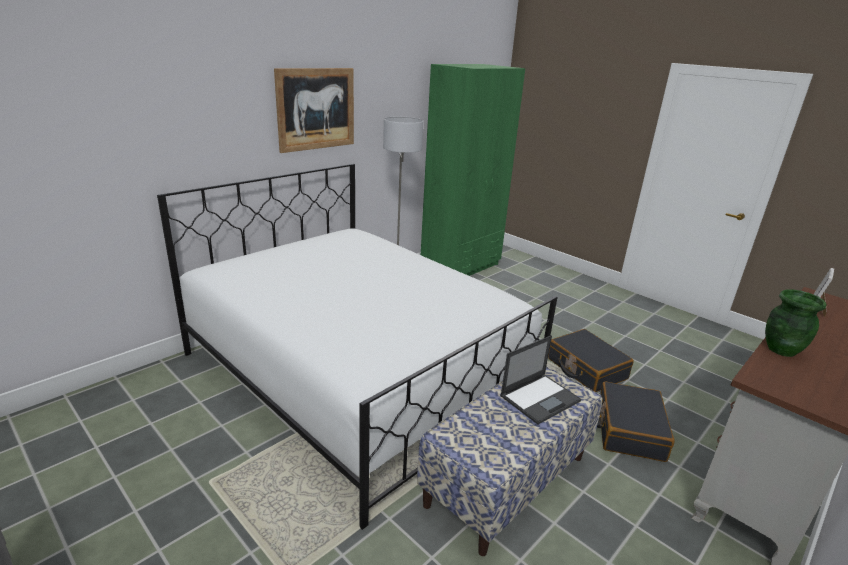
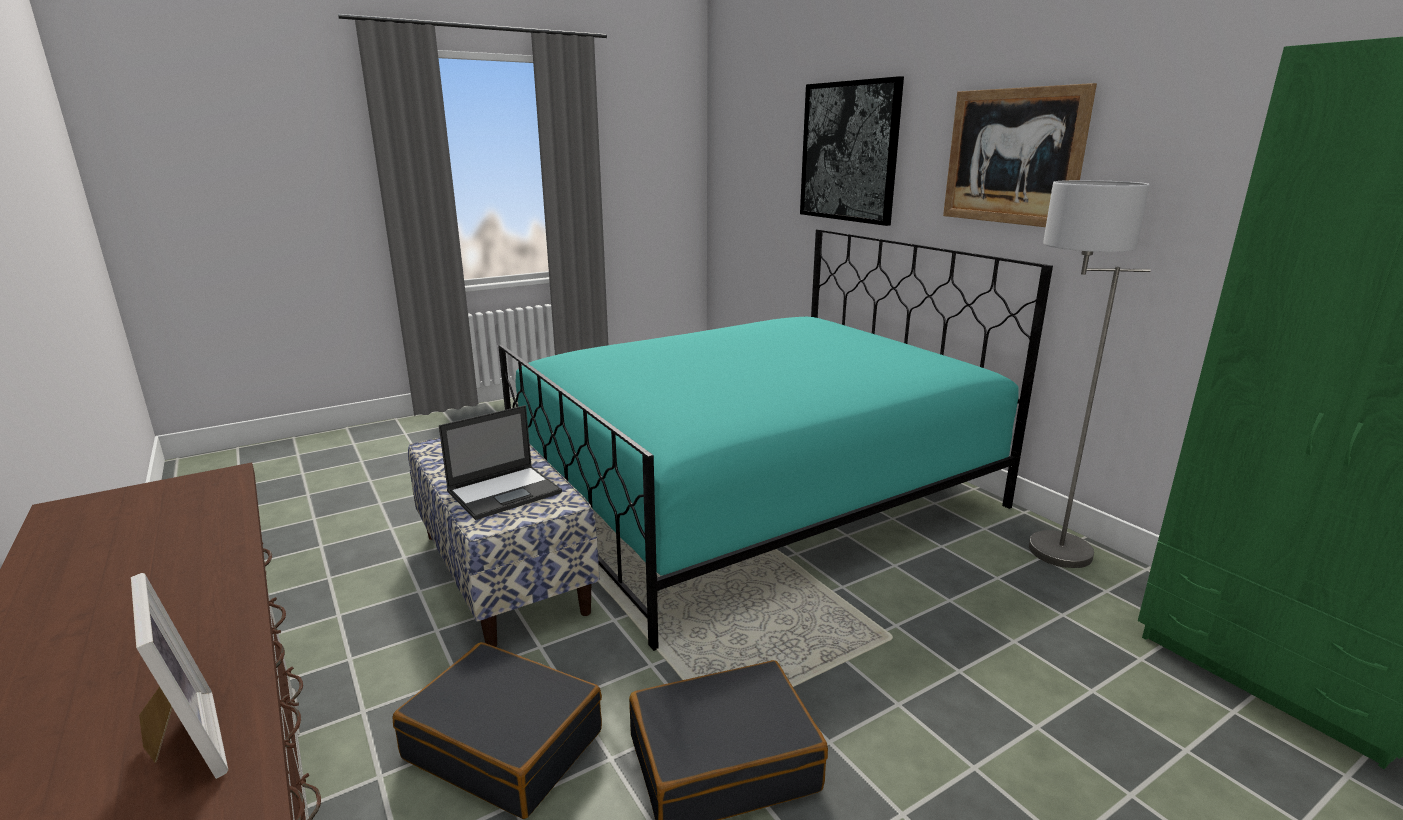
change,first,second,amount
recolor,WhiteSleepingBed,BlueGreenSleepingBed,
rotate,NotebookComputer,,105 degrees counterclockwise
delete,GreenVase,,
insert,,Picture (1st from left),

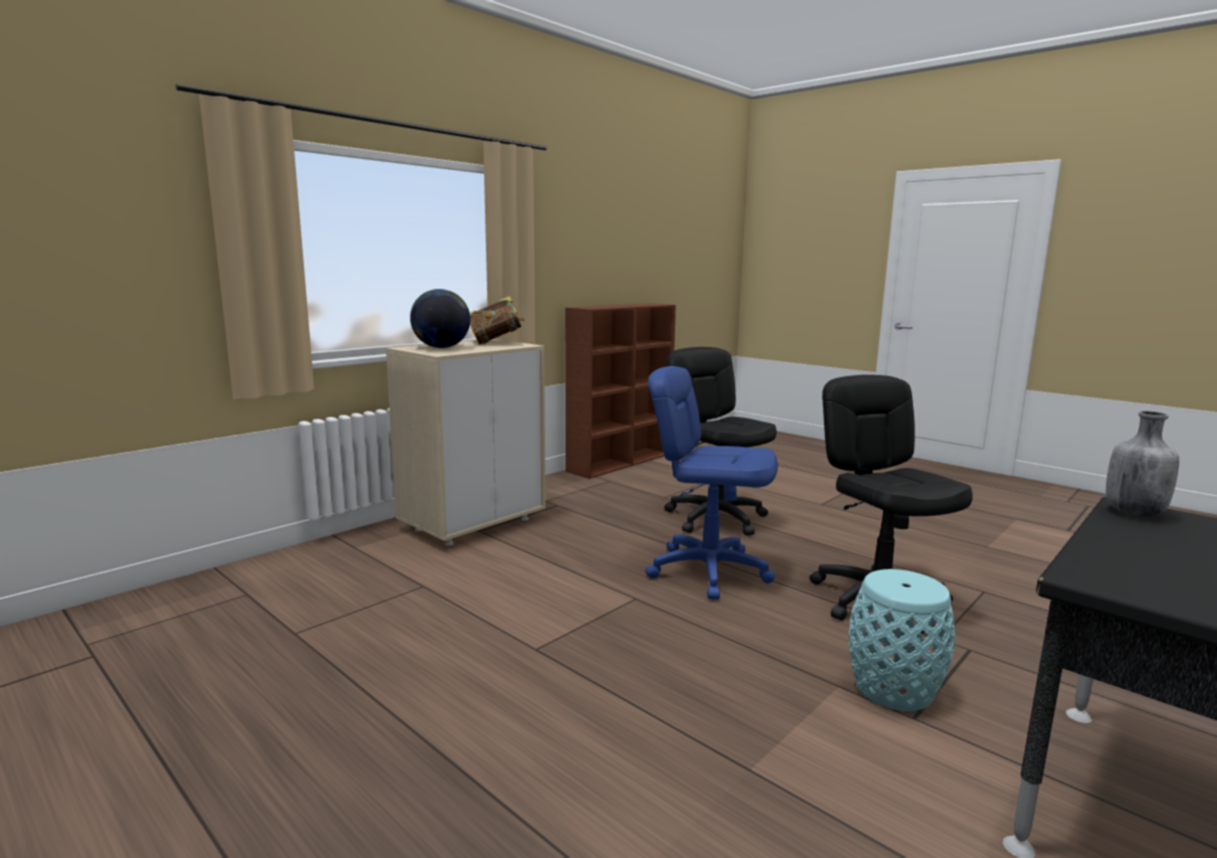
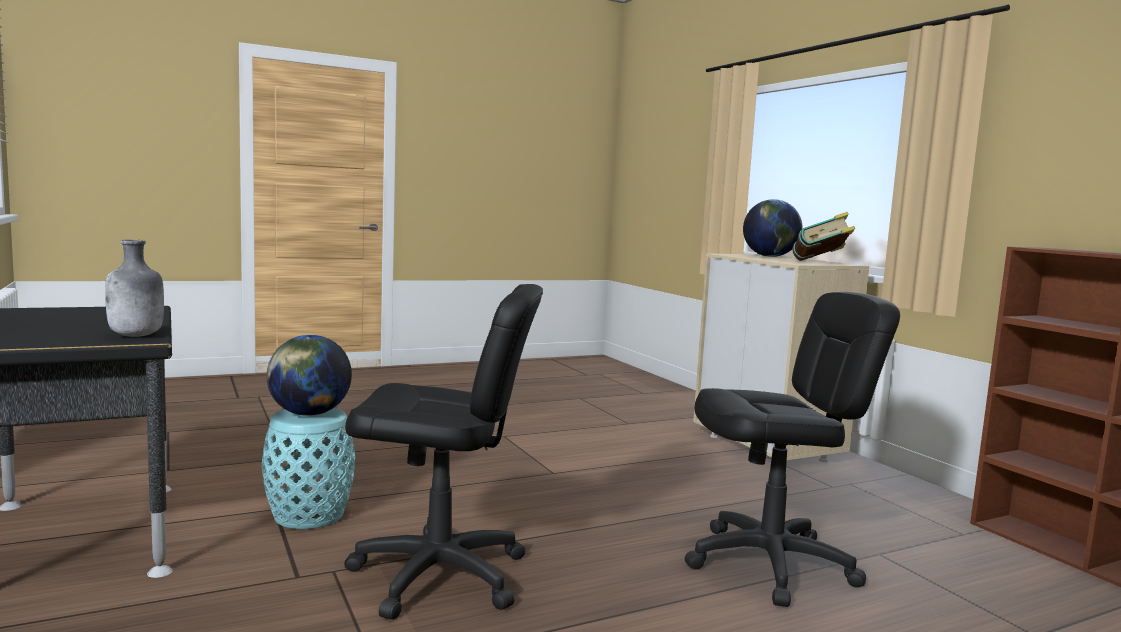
change,first,second,amount
delete,BlueColouredOfficeChair,,
insert,,Globe (1st from left),

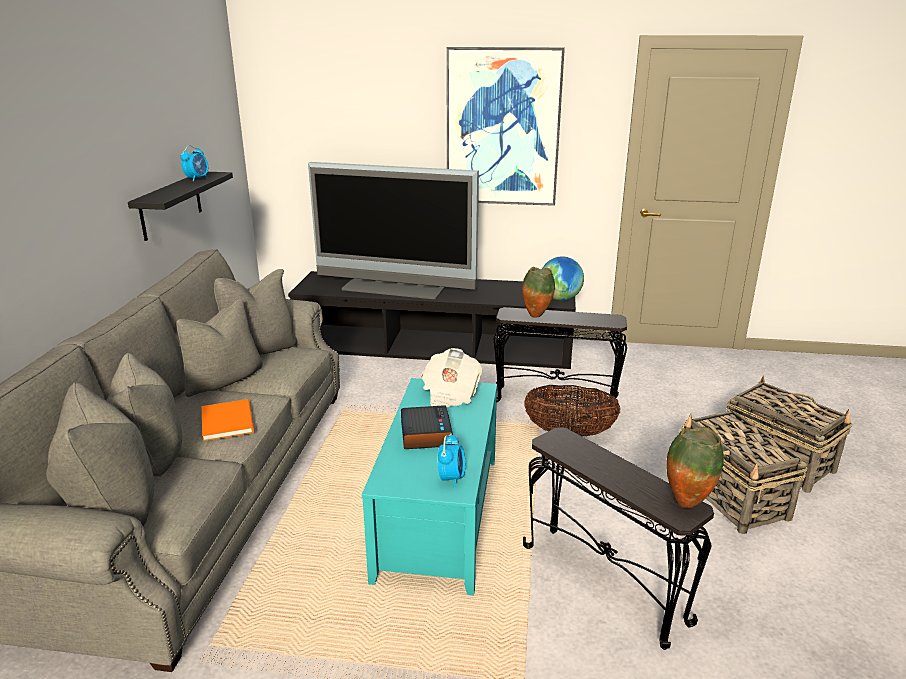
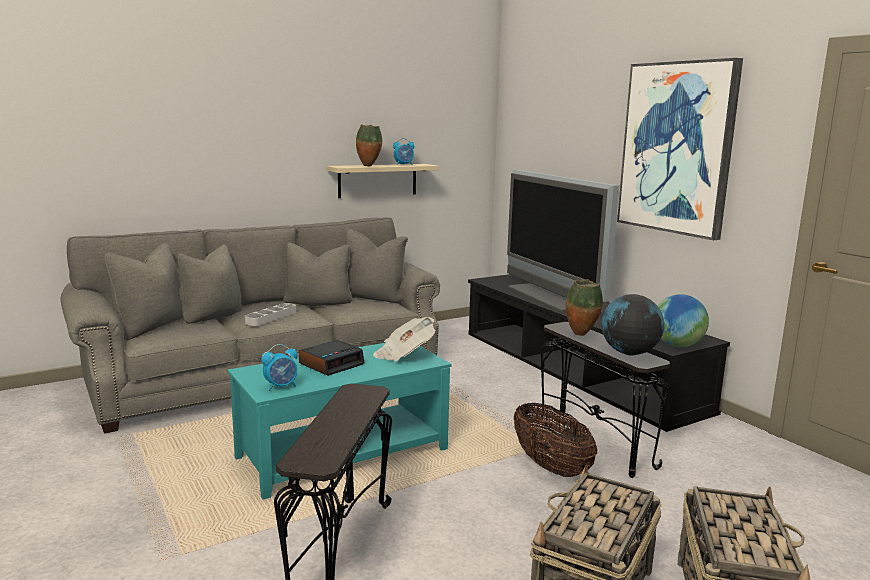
change,first,second,amount
recolor,BlackishShelf,BeigeShelf,
replace,OrangeBoundBook,GreyTray,
move,Vase (2nd from left in the first image),Vase (1st from left),
insert,,Globe (1st from left),

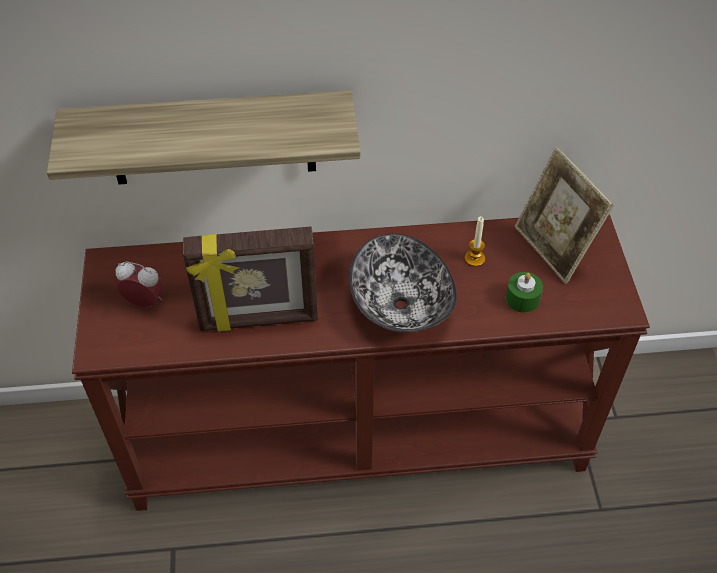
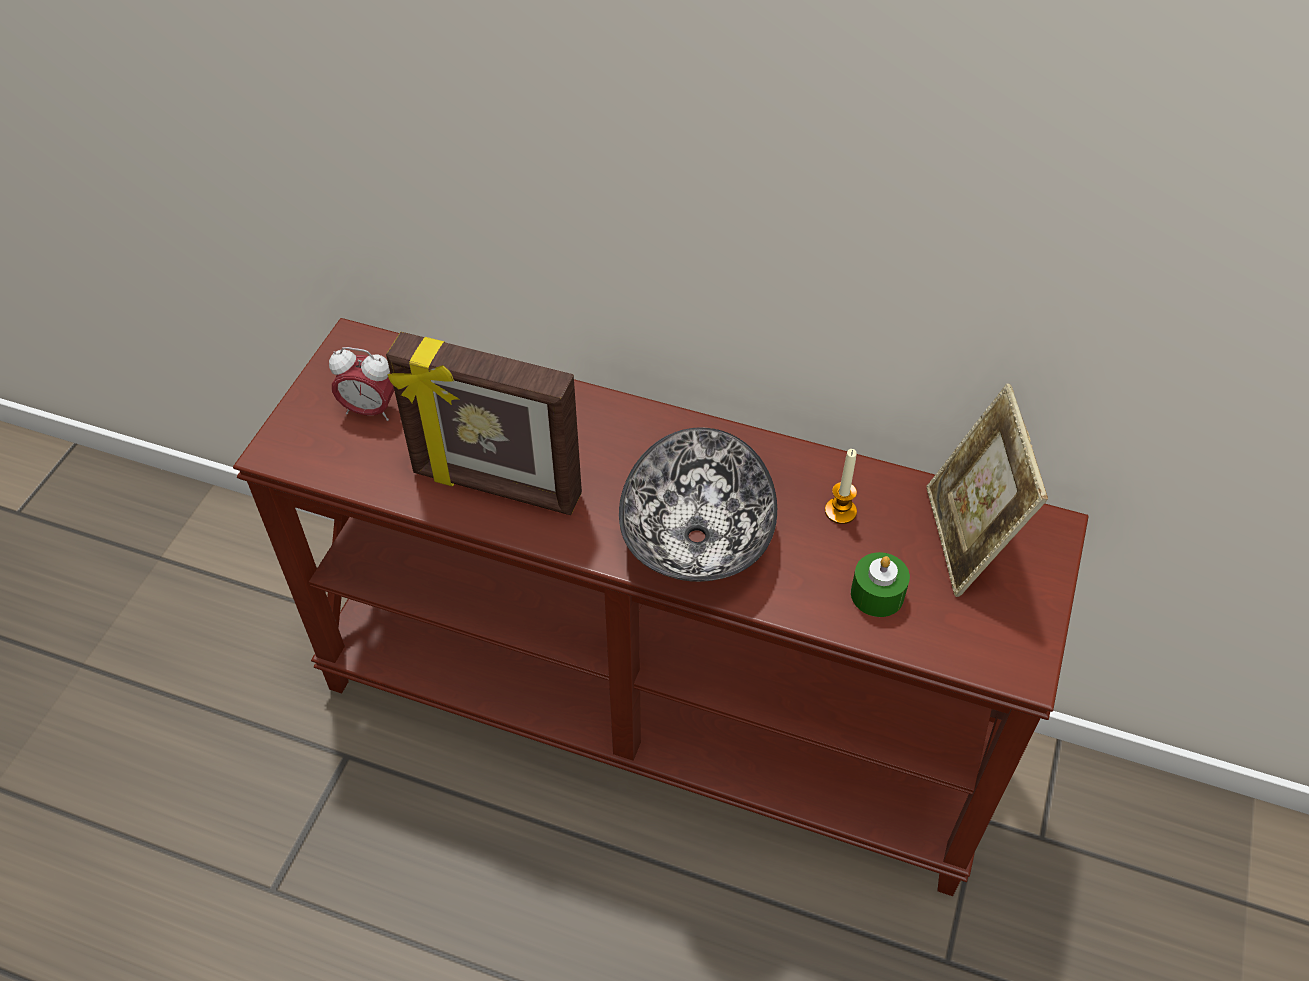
change,first,second,amount
delete,Shelf,,
rotate,TableClock,,150 degrees clockwise

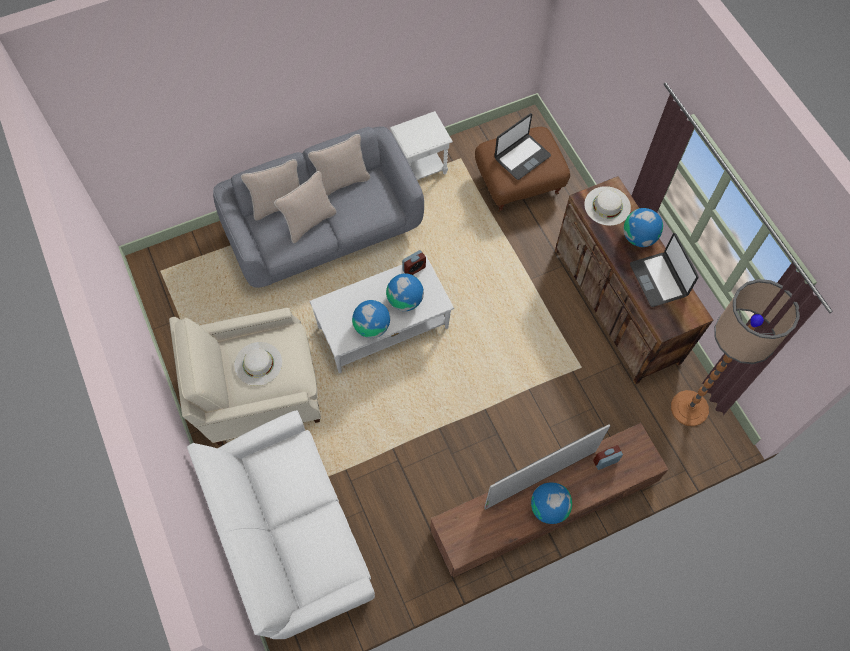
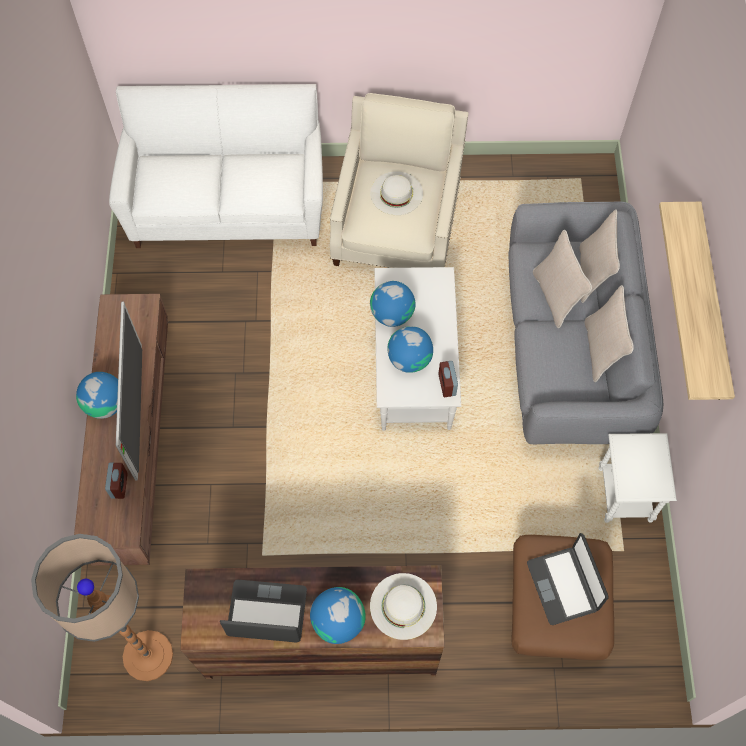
change,first,second,amount
insert,,Shelf,

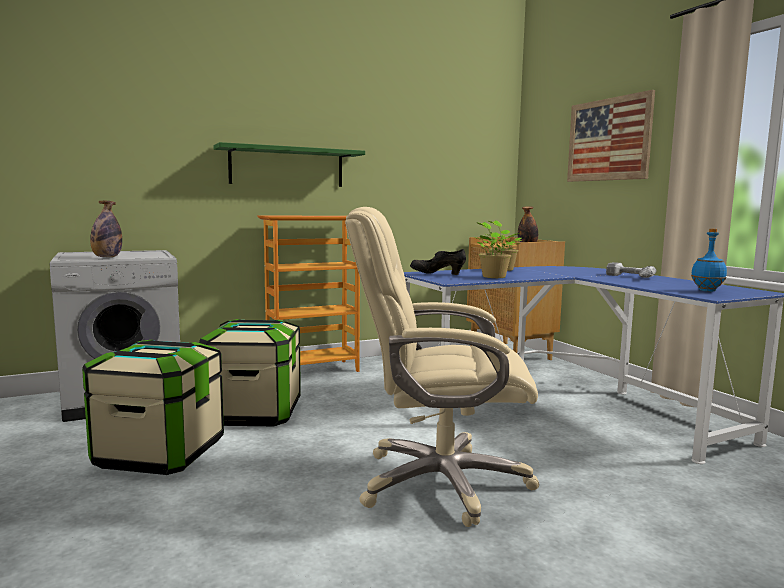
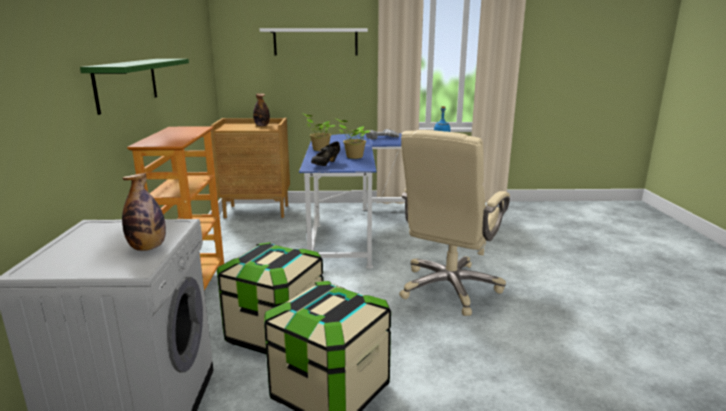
change,first,second,amount
replace,Picture,WhiteShelf,

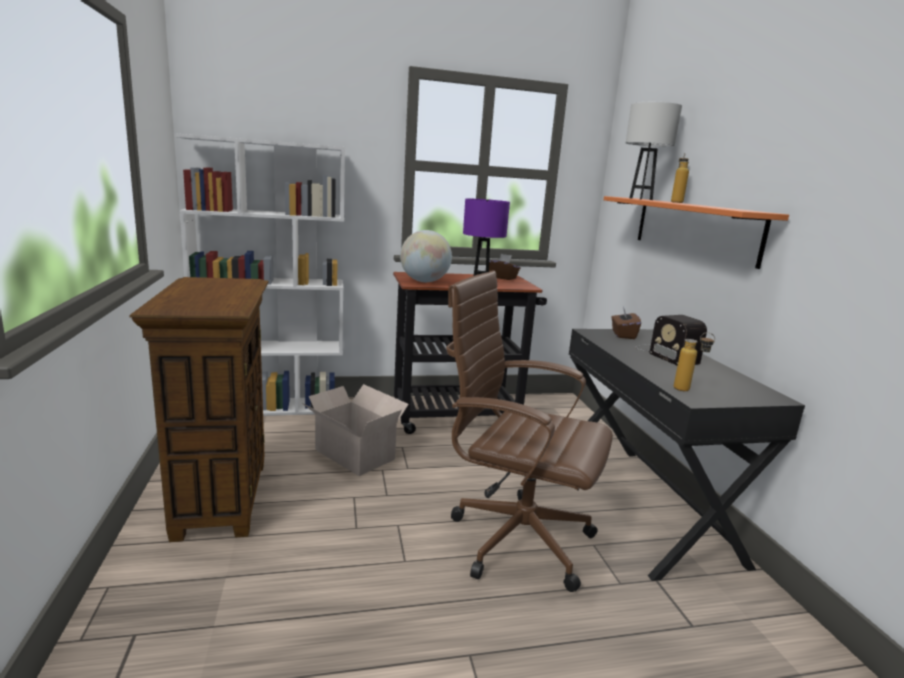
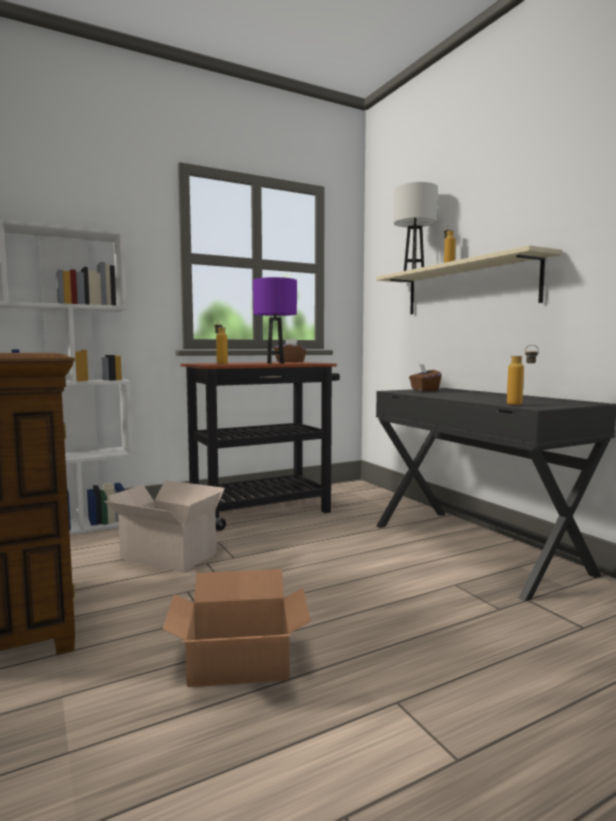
change,first,second,amount
replace,Globe,BeverageBottle (1st from left),
delete,BrownishOfficeChair,,
recolor,OrangeShelf,BeigeShelf,
delete,RadioSet,,
insert,,Carton (2nd from left),

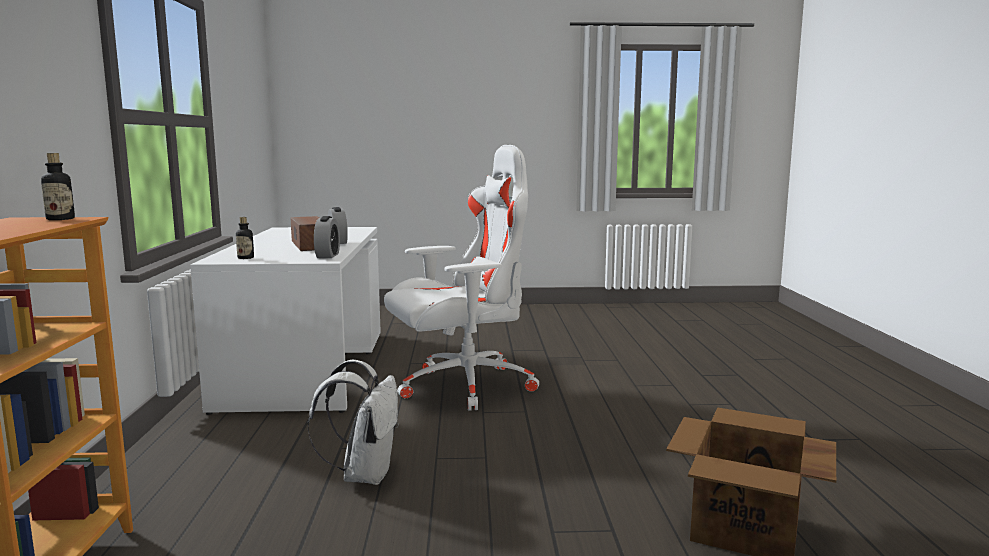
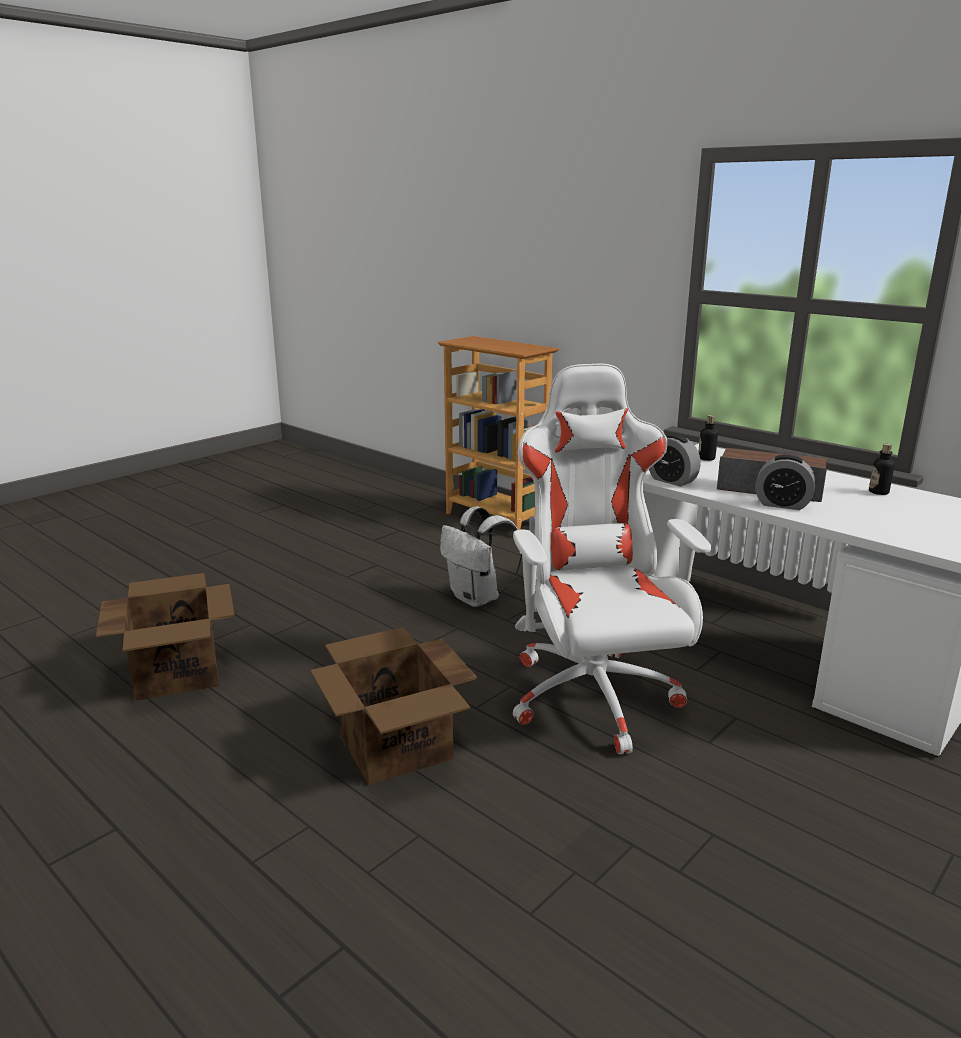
change,first,second,amount
move,BeverageBottle (1st from left in the first image),BeverageBottle (2nd from left),
rotate,WhiteOfficeChair,,150 degrees clockwise
insert,,Carton (2nd from left),

